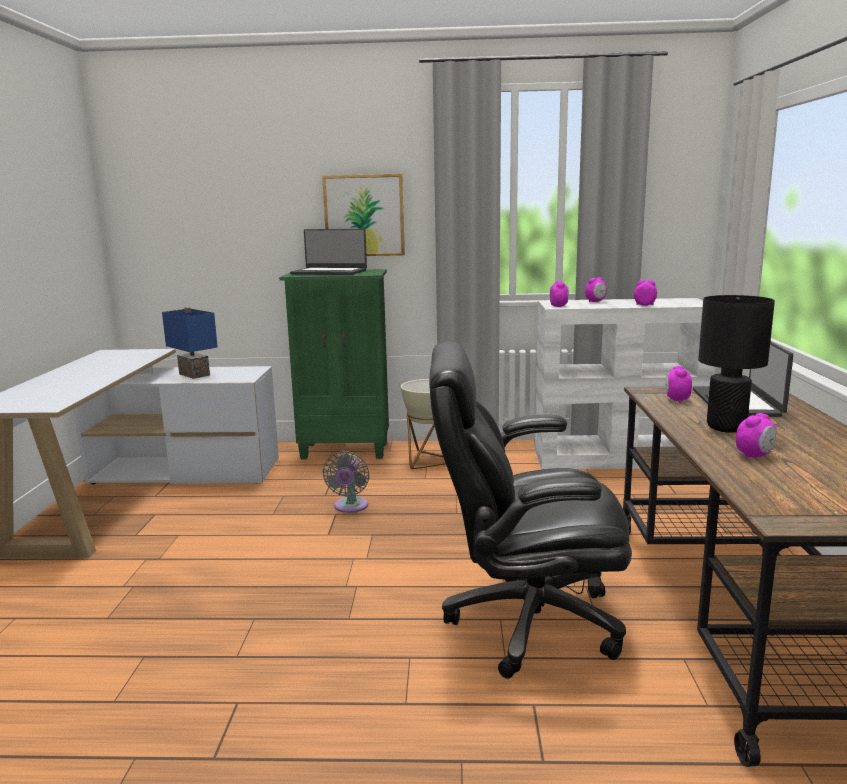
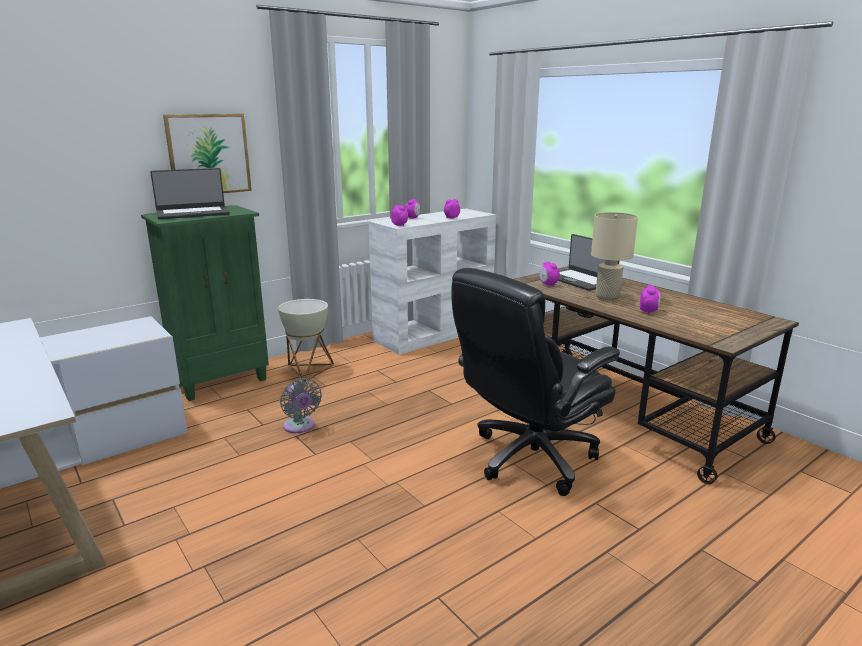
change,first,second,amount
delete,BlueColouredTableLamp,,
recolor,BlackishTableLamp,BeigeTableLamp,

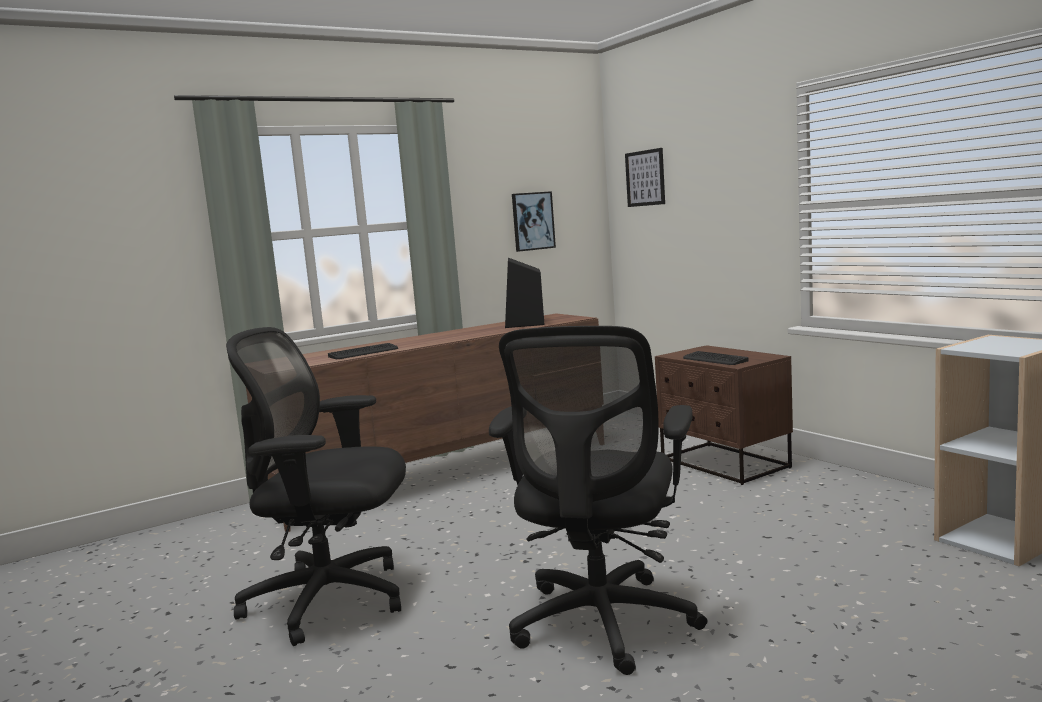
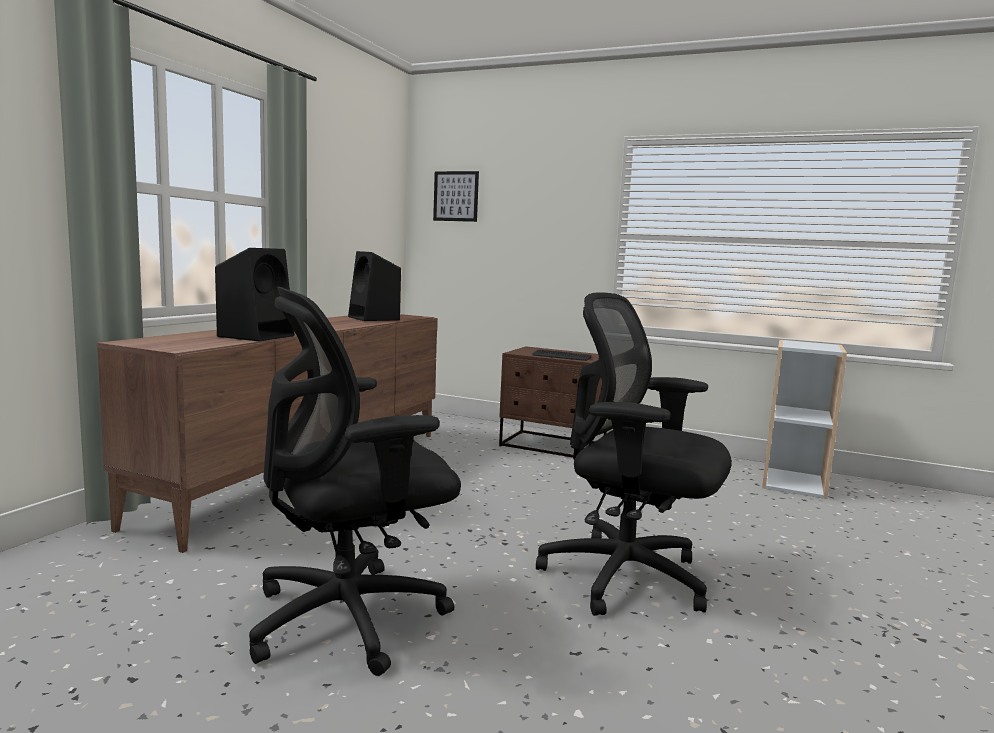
change,first,second,amount
replace,ComputerKeyboard (1st from left),BlackishLoudspeaker (1st from left),
rotate,BlackishOfficeChair (2nd from left),,135 degrees clockwise
delete,Picture (1st from left),,

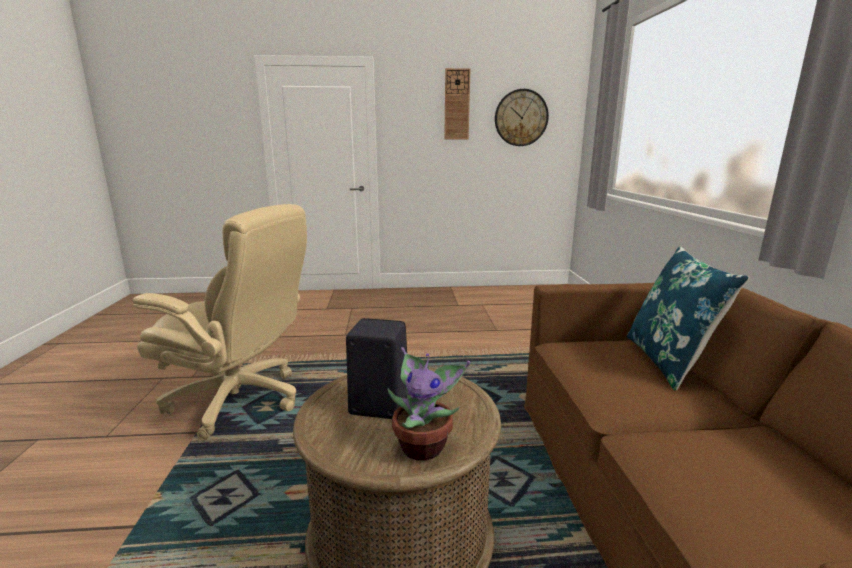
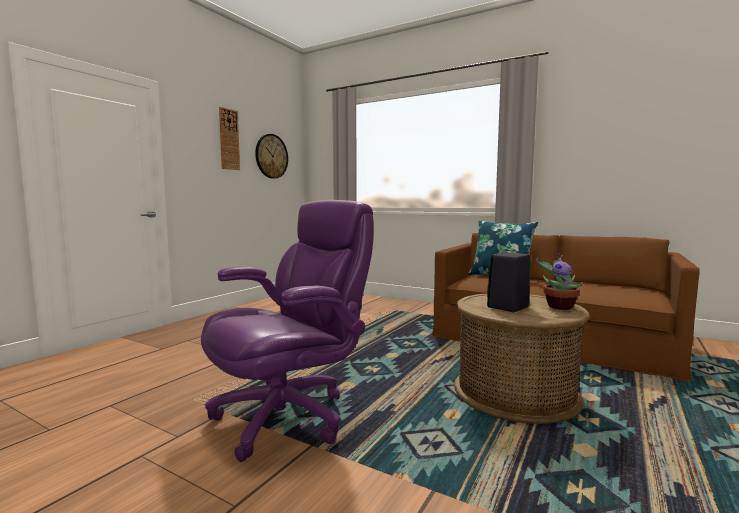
change,first,second,amount
recolor,BeigeOfficeChair,PurpleColouredOfficeChair,

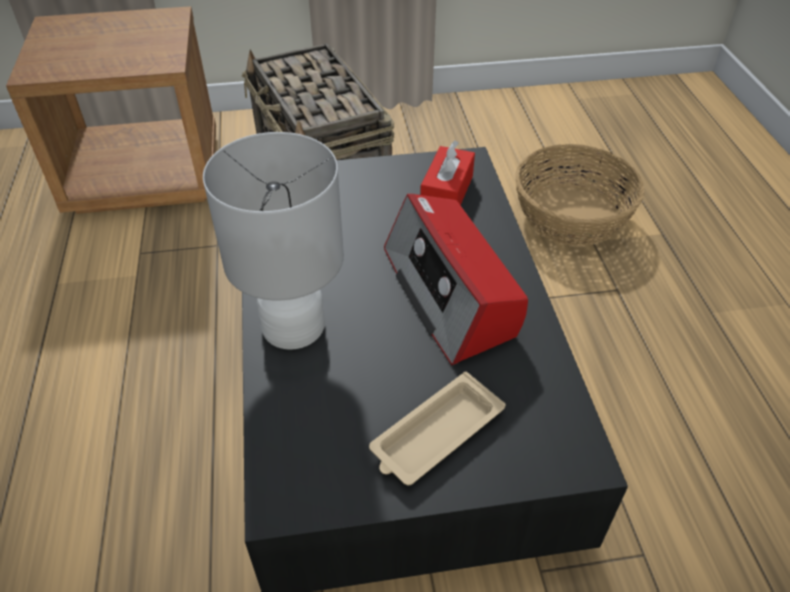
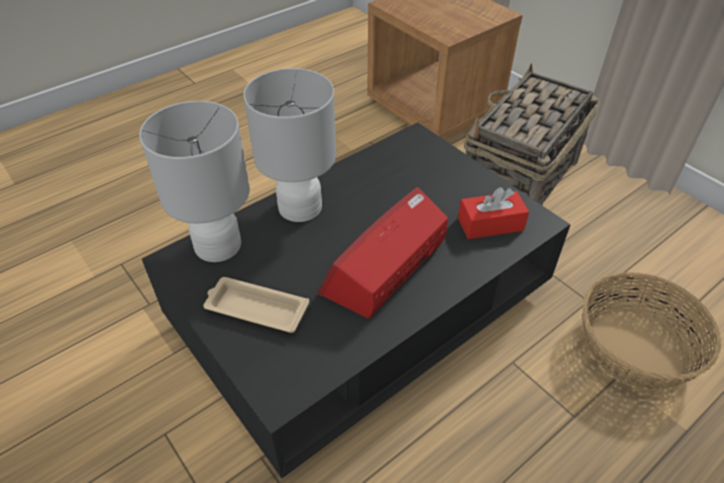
change,first,second,amount
insert,,GreyTableLamp (1st from left),

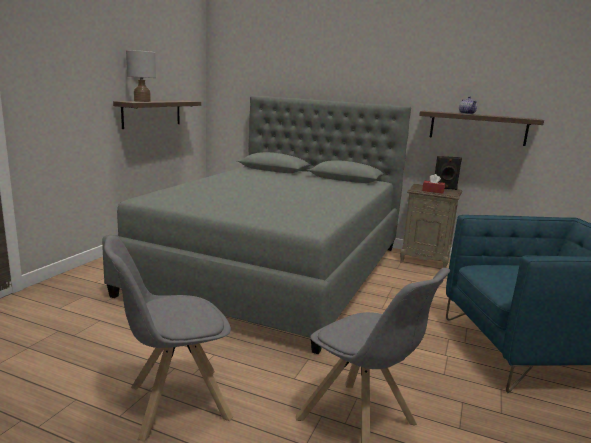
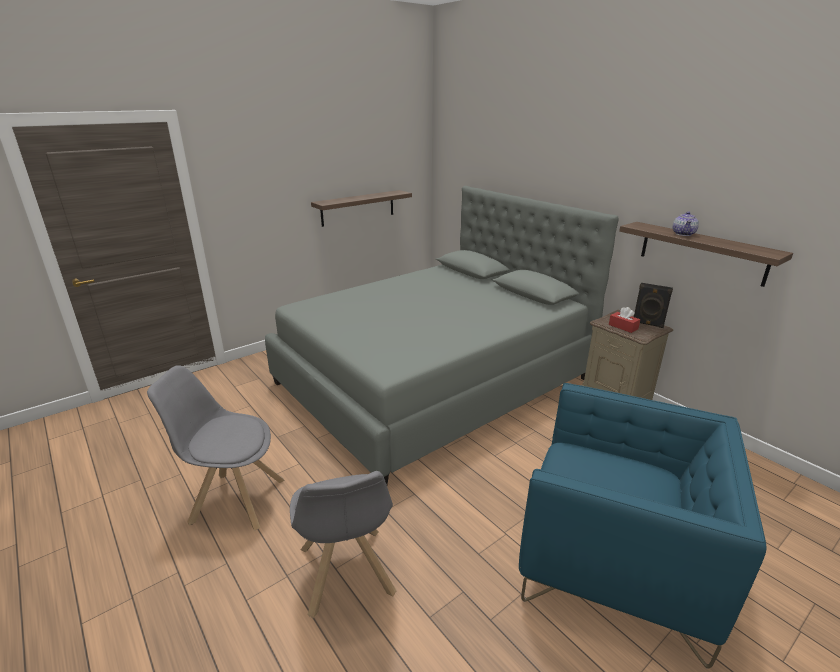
change,first,second,amount
delete,GreyTableLamp,,

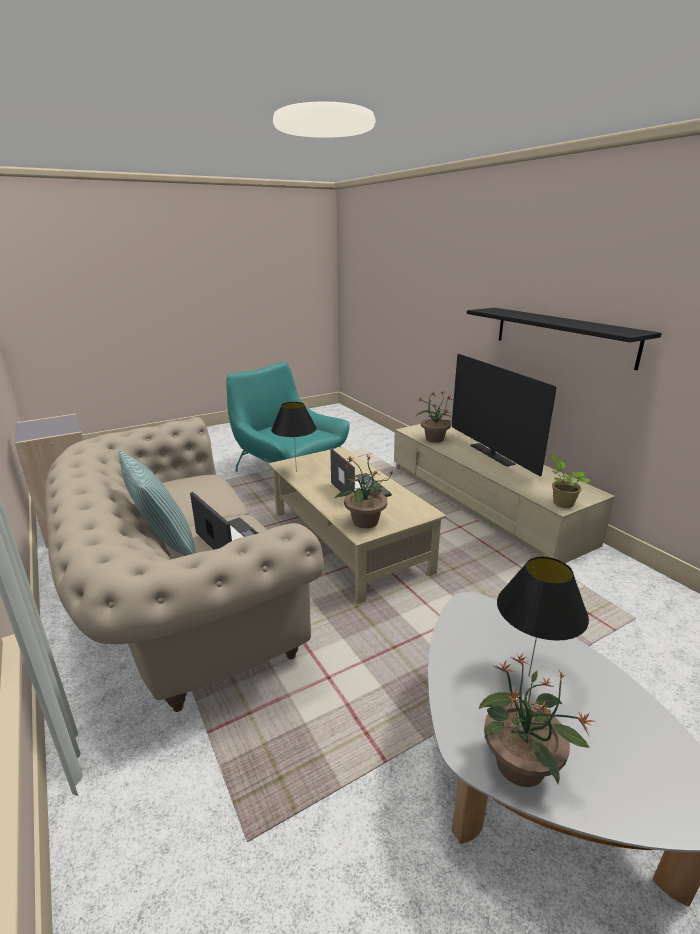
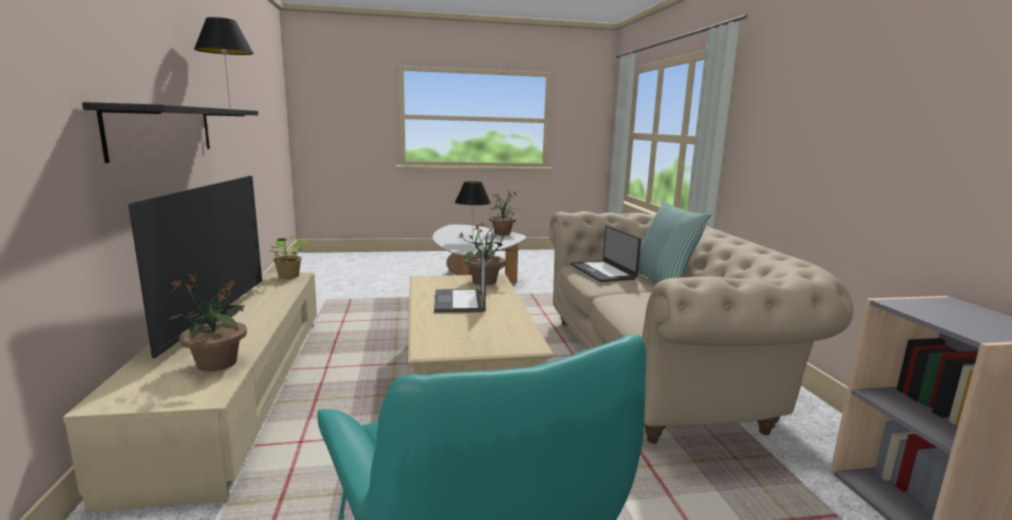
change,first,second,amount
move,BlackishTableLamp (1st from left),,

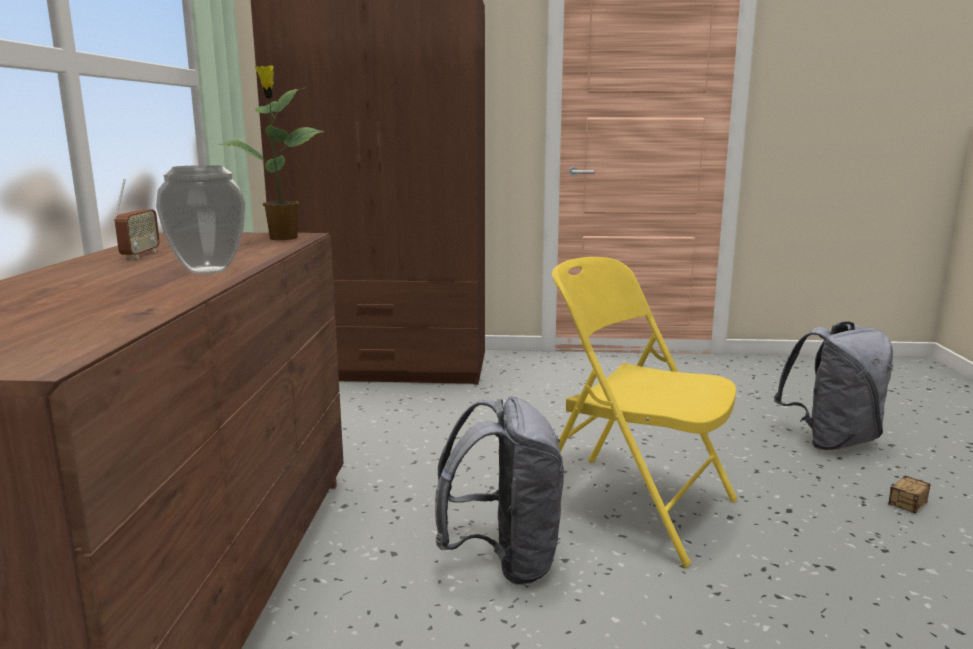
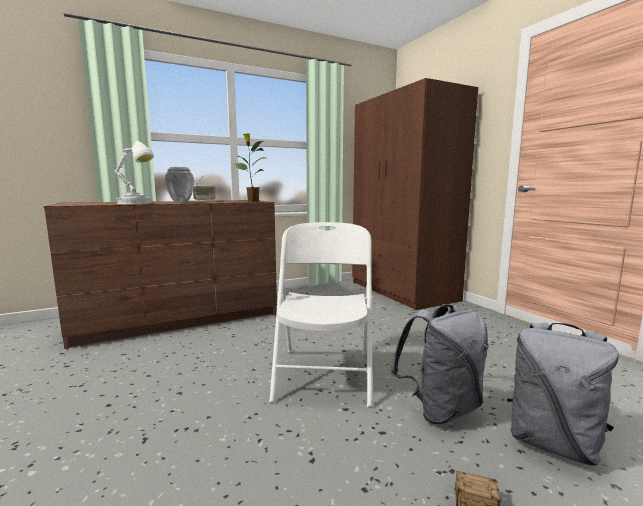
change,first,second,amount
move,GreyKnapsack (1st from left),,
recolor,YellowChair,WhiteChair,
insert,,WhiteTableLamp,

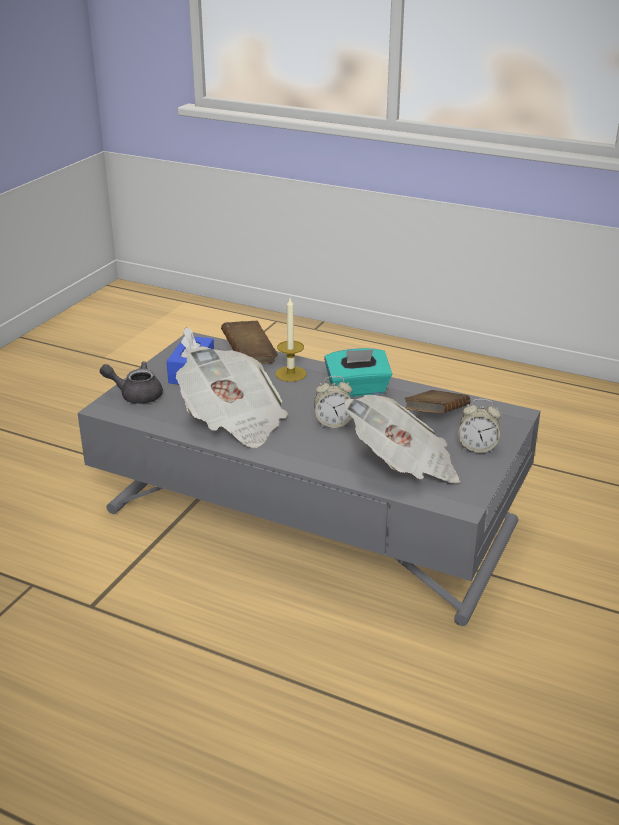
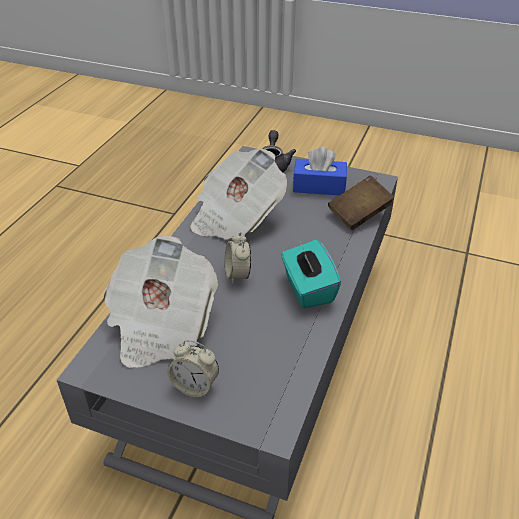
change,first,second,amount
delete,Candle,,
delete,BrownishBoundBook (2nd from left),,
rotate,TableClock (2nd from left in the first image),TableClock (1st from left),75 degrees counterclockwise

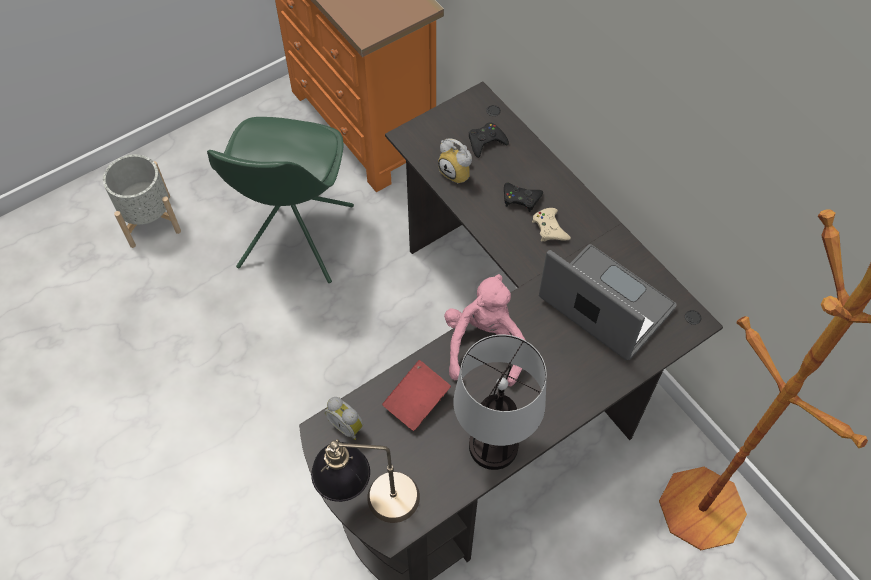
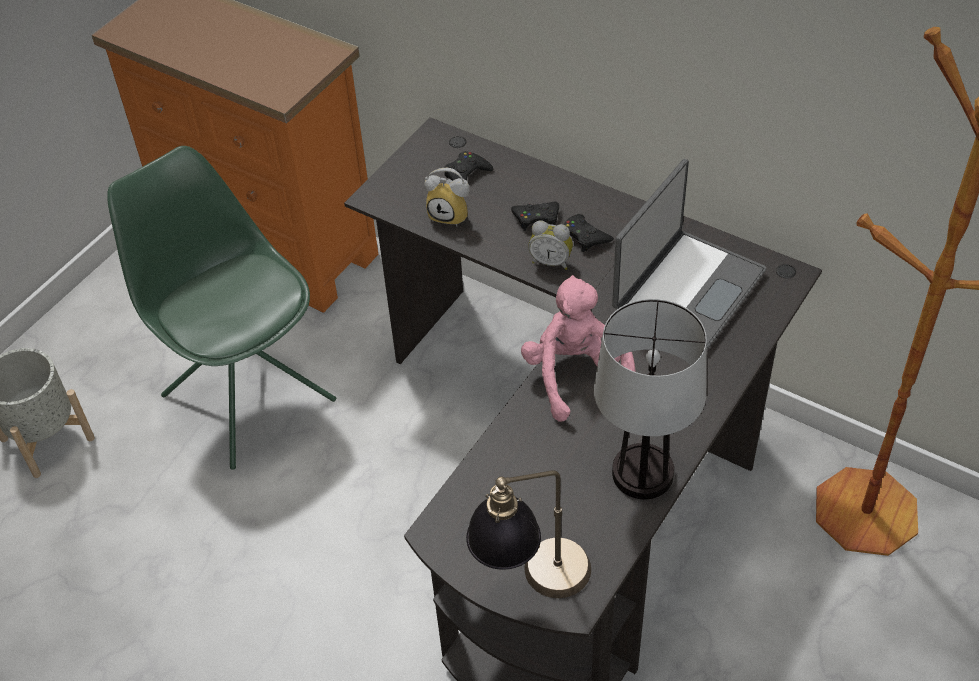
change,first,second,amount
rotate,GreenChair,,150 degrees clockwise
move,TableClock (1st from left in the first image),TableClock (2nd from left),
delete,RedBoundBook,,
recolor,BeigeJoypad,BlackishJoypad (3rd from left),
rotate,NotebookComputer,,105 degrees clockwise

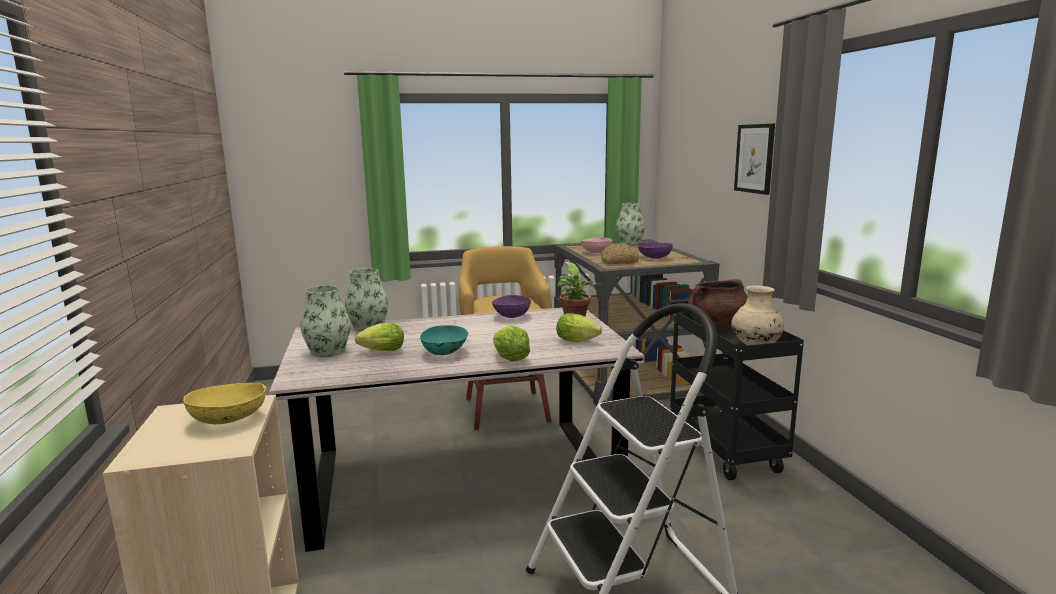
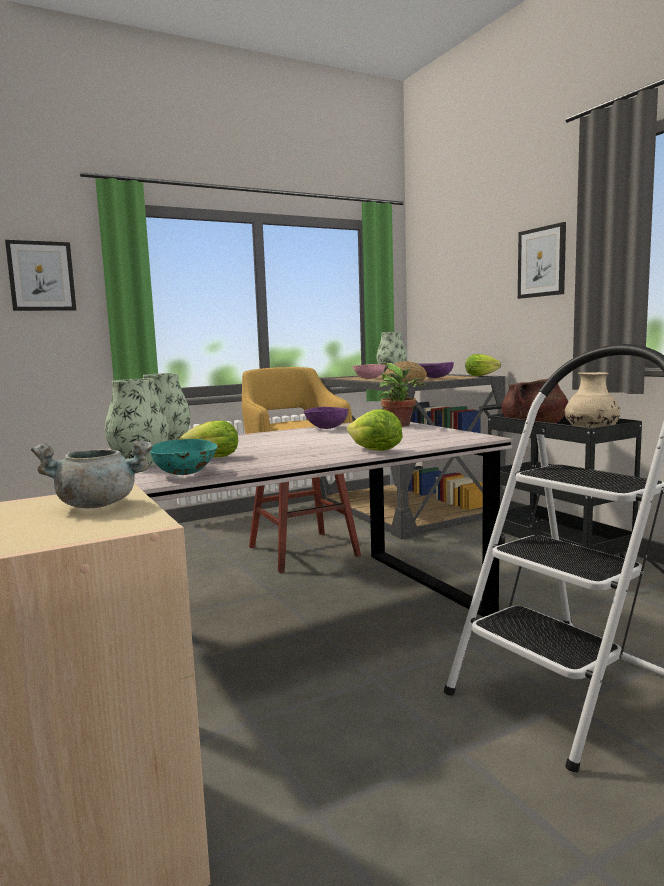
change,first,second,amount
replace,YellowBowl,GreyCookingPot,
move,BlueGreenBowl,,
move,HeadOfLettuce (3rd from left),,
insert,,Picture (1st from left),

